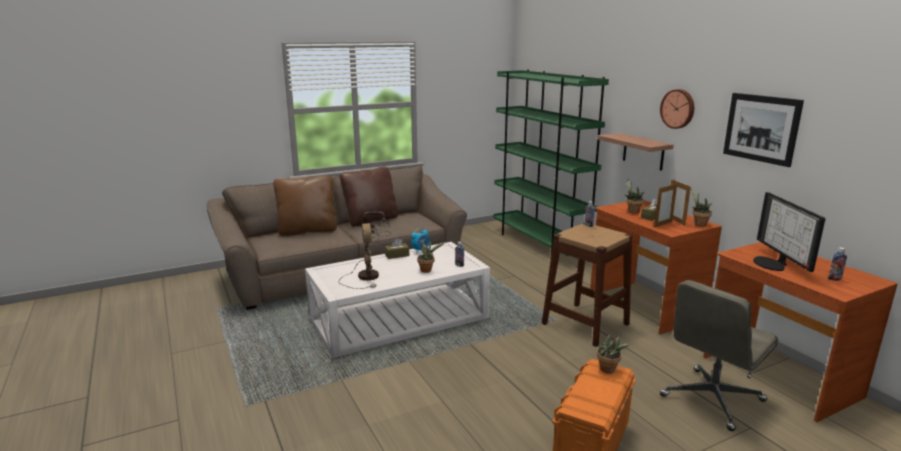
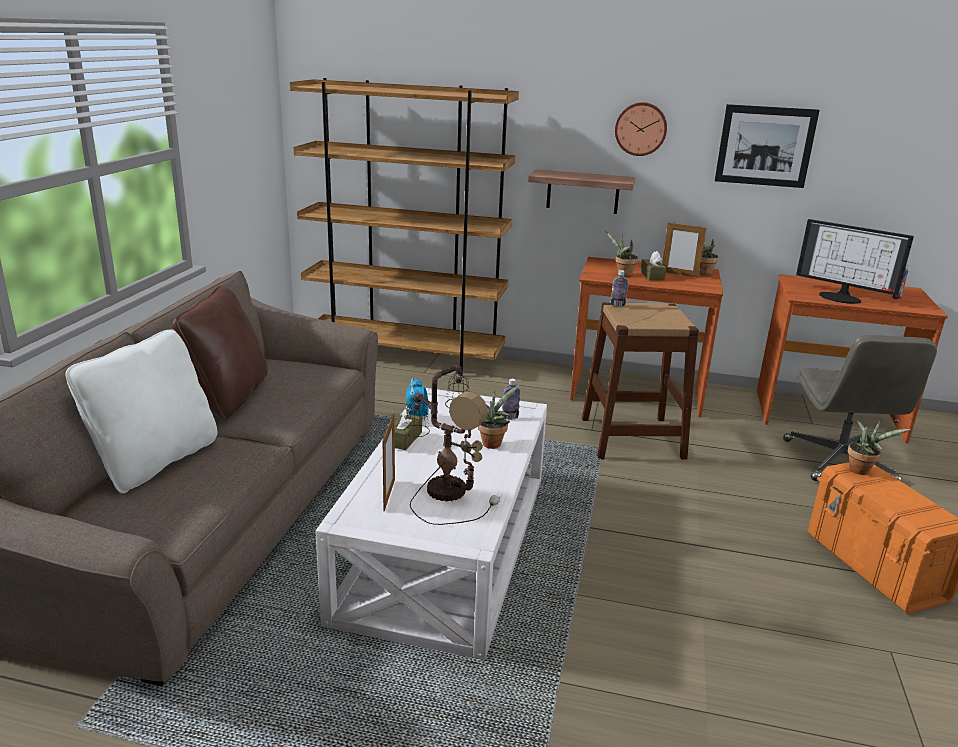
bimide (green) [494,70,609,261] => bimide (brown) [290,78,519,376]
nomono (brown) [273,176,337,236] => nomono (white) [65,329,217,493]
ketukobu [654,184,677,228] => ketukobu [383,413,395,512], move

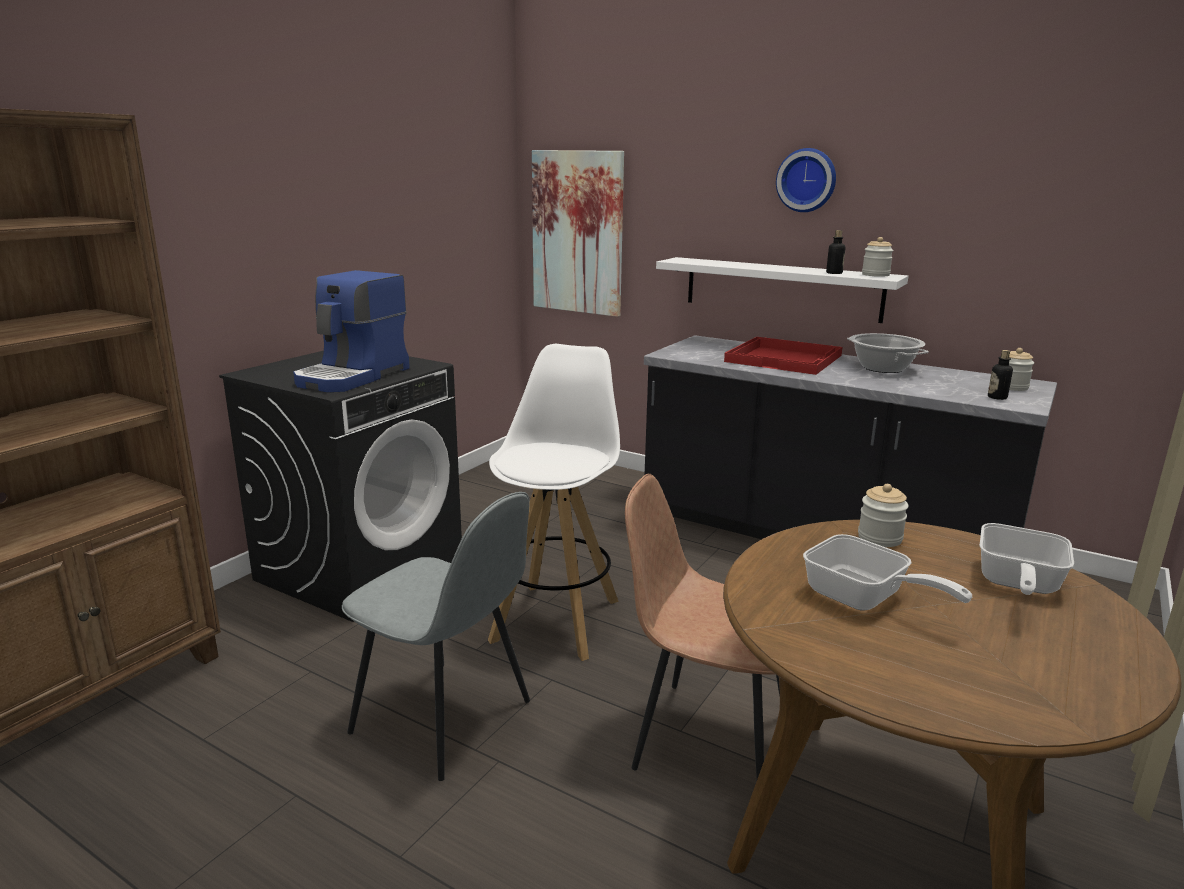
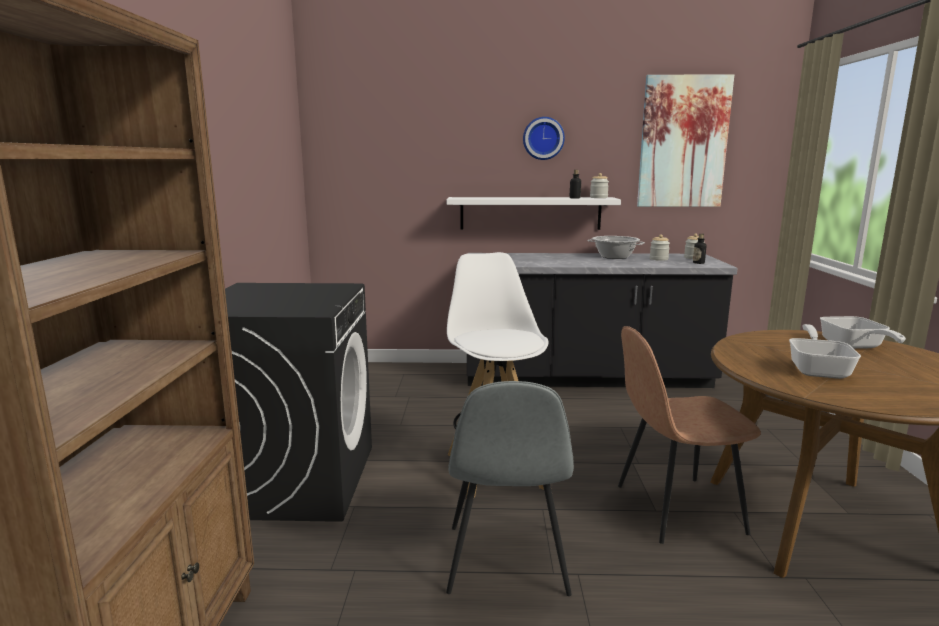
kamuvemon [532,150,624,317] => kamuvemon [637,74,734,207], move
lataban [293,270,410,392] => nothing
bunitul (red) [724,337,842,375] => nothing
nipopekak [858,484,909,547] => nipopekak [650,234,670,261], move
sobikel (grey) [342,492,530,781] => sobikel (grey) [446,381,574,596], 90 degrees clockwise
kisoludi [803,534,972,611] => kisoludi [789,324,861,379], 90 degrees counterclockwise

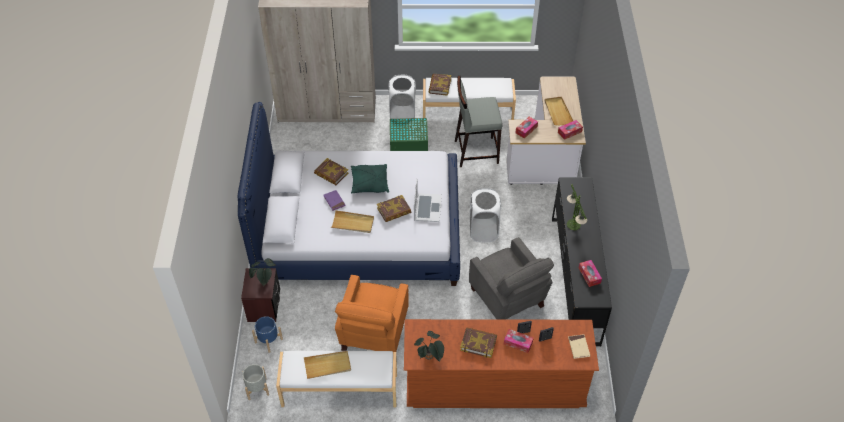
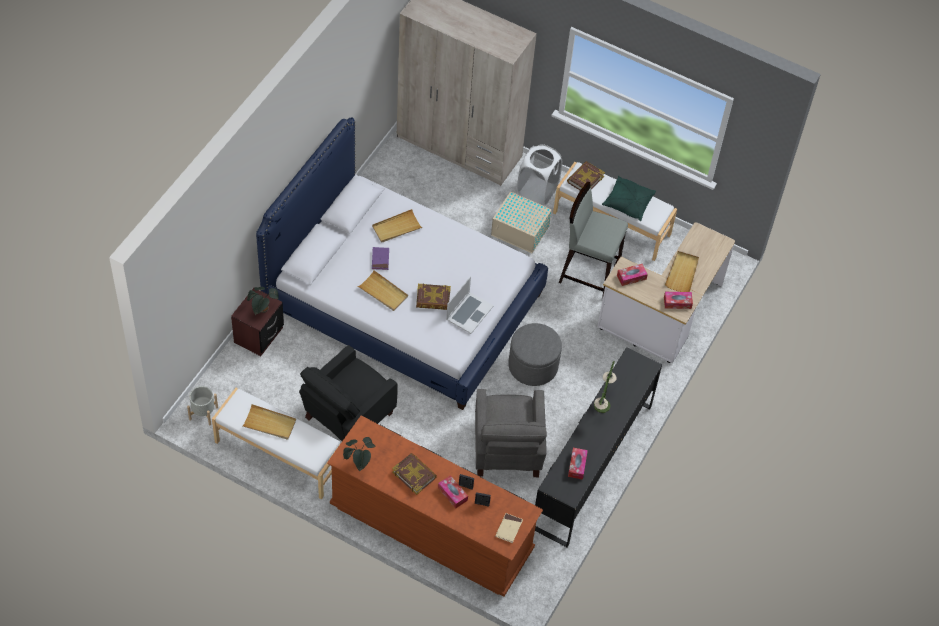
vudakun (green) [390,118,428,151] => vudakun (beige) [491,191,552,253]
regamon [314,158,348,185] => bunitul (beige) [372,209,423,243]
nomono (green) [351,164,389,193] => nomono (green) [602,176,656,221], move
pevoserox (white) [470,188,501,242] => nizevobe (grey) [509,323,562,386]
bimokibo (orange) [335,275,409,352] => bimokibo (black) [299,345,398,441]
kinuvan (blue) [252,316,283,353] => nothing

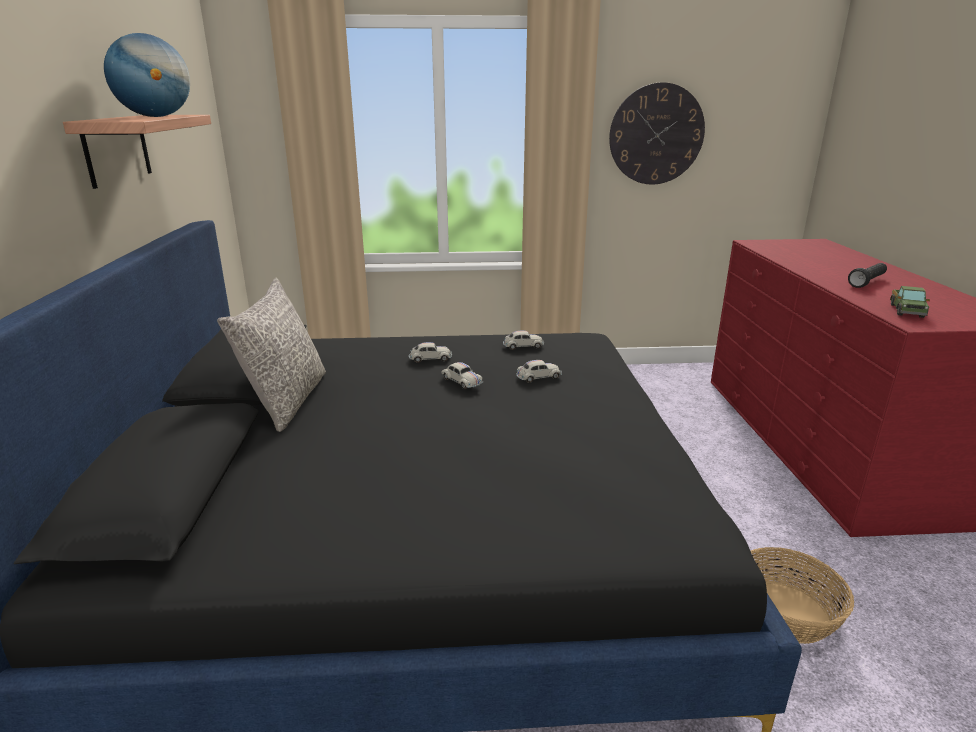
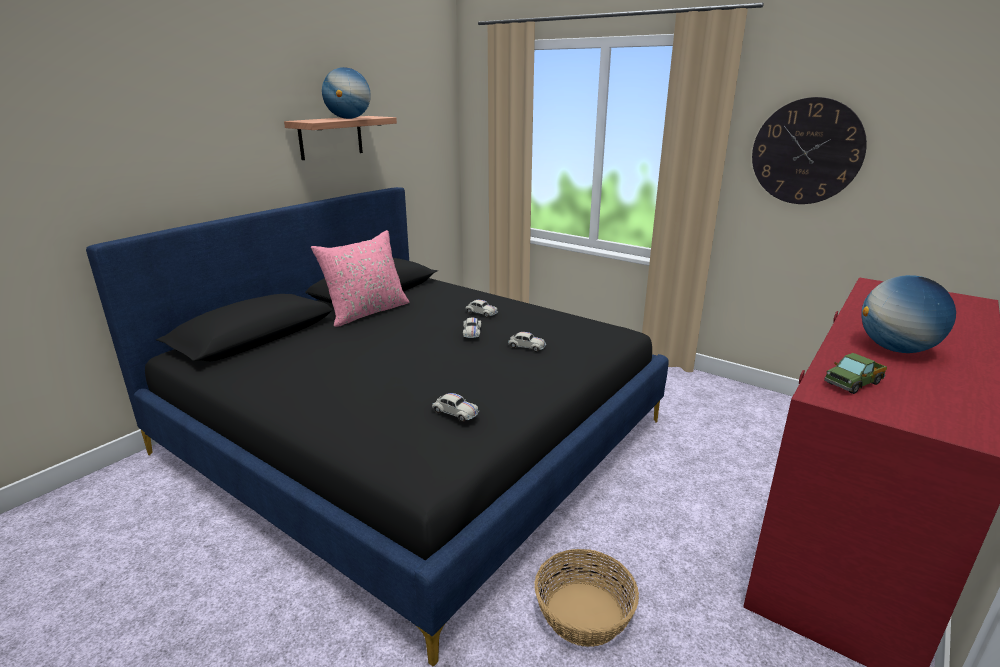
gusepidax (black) [848,263,887,288] => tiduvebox [861,275,956,353]
nomono (grey) [217,278,326,432] => nomono (pink) [311,230,410,327]
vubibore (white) [503,331,544,350] => vubibore (white) [432,393,479,422], move

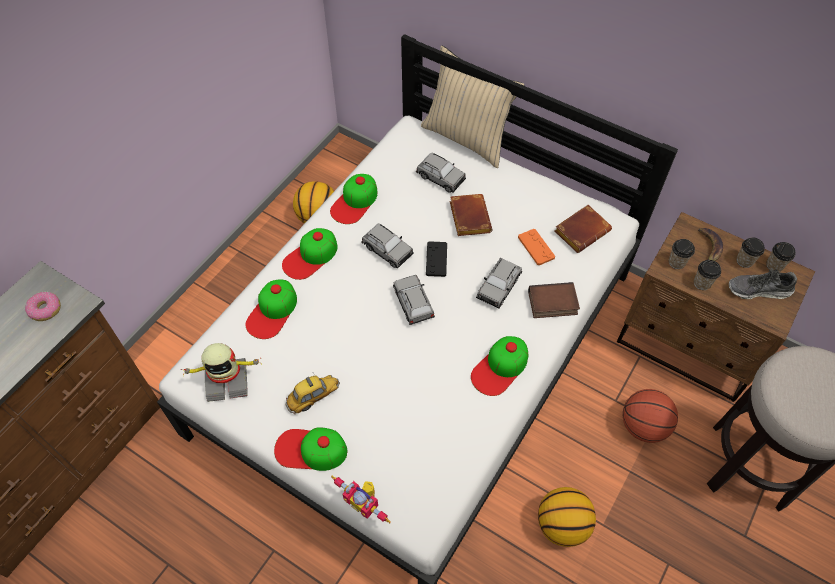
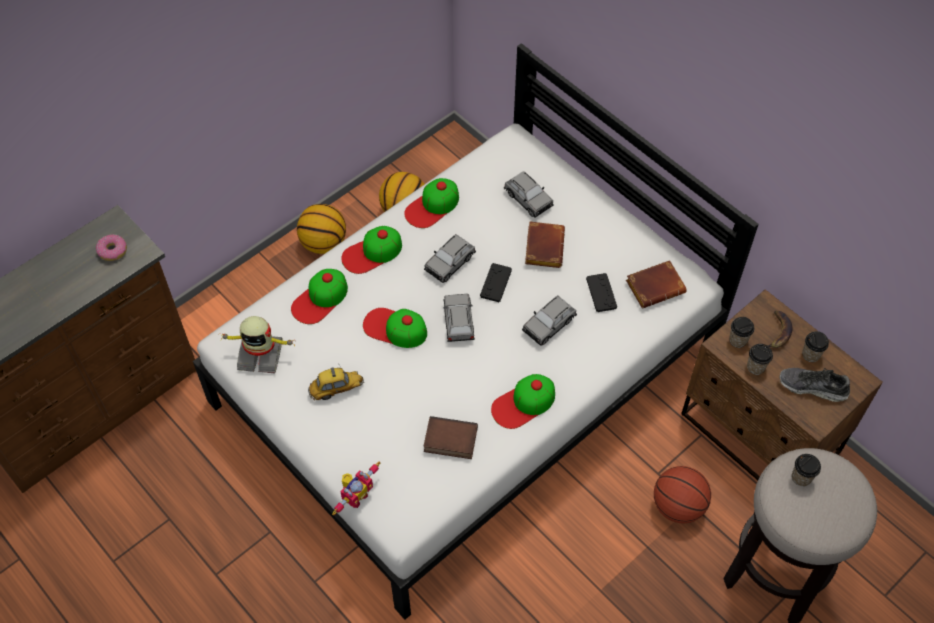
nomono (beige) [421,45,524,168] => nothing
vubibore (grey) [361,223,414,269] => vubibore (grey) [424,234,476,283], 75 degrees clockwise
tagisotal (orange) [518,229,555,265] => tagisotal (black) [586,273,617,312]
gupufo [766,242,796,272] => gupufo [792,454,821,487], move
regamon [528,282,580,318] => regamon [423,416,478,459], move
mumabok [274,427,347,471] => mumabok [363,308,427,348], move
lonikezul [331,476,391,523] => lonikezul [332,461,380,515], 105 degrees counterclockwise
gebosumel [538,487,596,547] => gebosumel [297,204,346,254], move

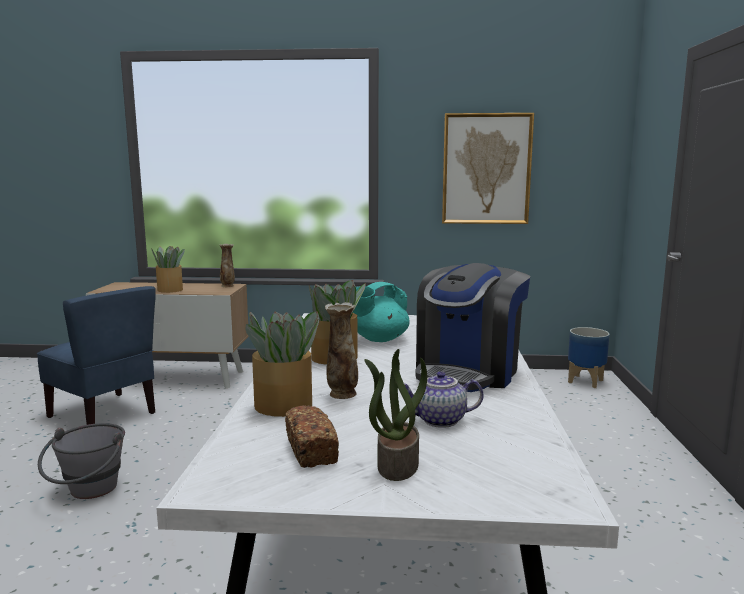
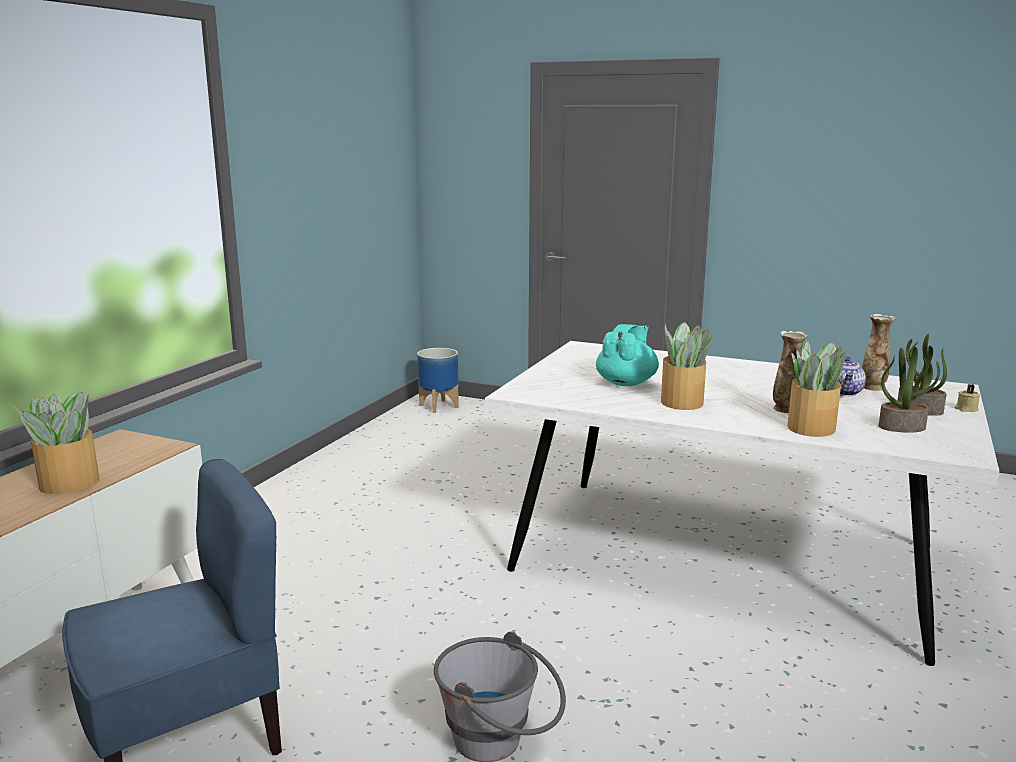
kamuvemon [442,113,534,224] => nothing
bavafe [220,244,235,287] => bavafe [862,314,895,391], move
lataban [416,263,530,392] => nothing
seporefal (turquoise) [353,282,410,342] => seporefal (turquoise) [596,324,659,386], 135 degrees counterclockwise
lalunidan [285,405,339,468] => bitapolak [879,347,940,433]
nothing => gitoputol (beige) [954,384,980,412]

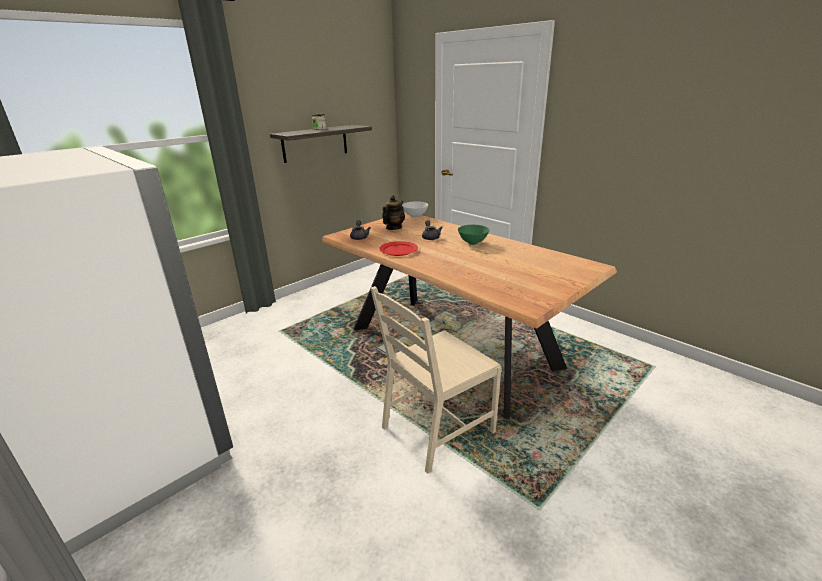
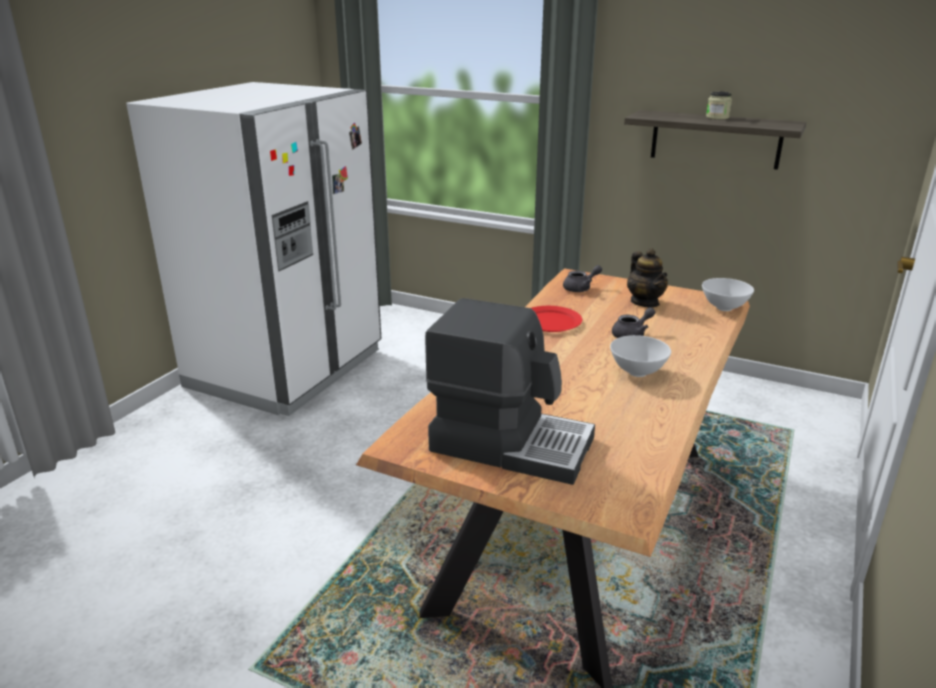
seporefal [382,196,405,230] => seporefal [627,248,668,307], 60 degrees clockwise
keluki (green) [458,225,489,245] => keluki (white) [610,335,671,377]
sobikel (beige) [370,286,502,474] => nothing
nothing => lataban [425,298,595,485]

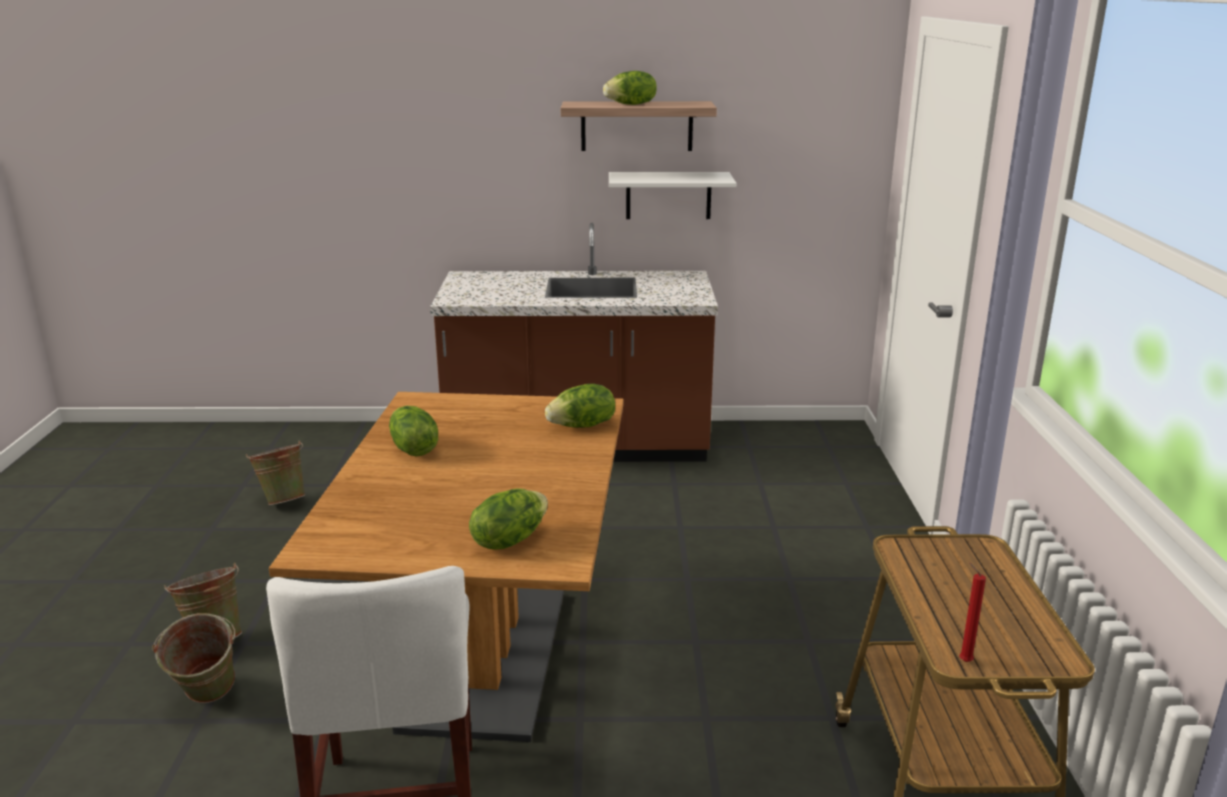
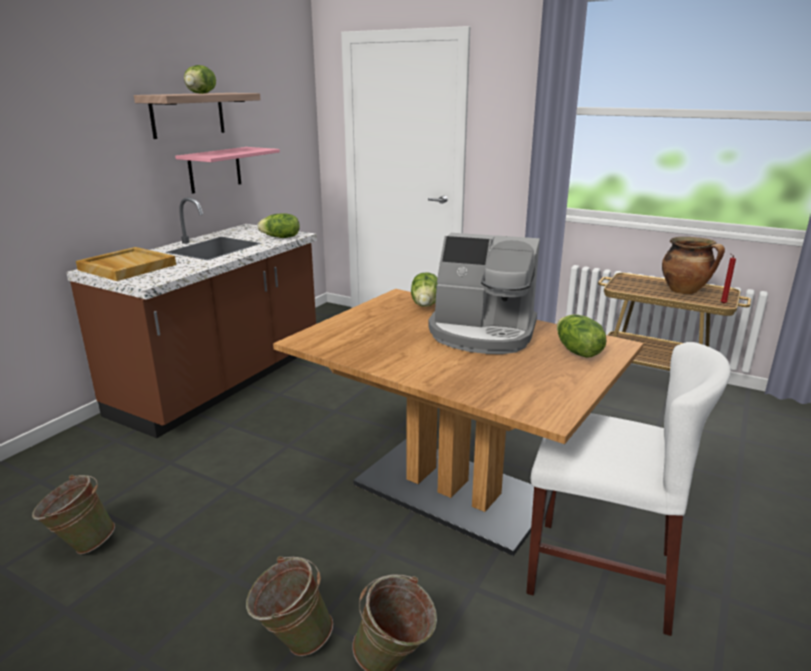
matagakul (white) [609,172,736,219] => matagakul (pink) [175,147,280,194]
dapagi [389,406,438,456] => dapagi [257,213,299,238], move
nothing => lataban [429,233,540,354]
nothing => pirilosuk [662,237,725,294]
nothing => bunitul (beige) [76,247,176,281]

